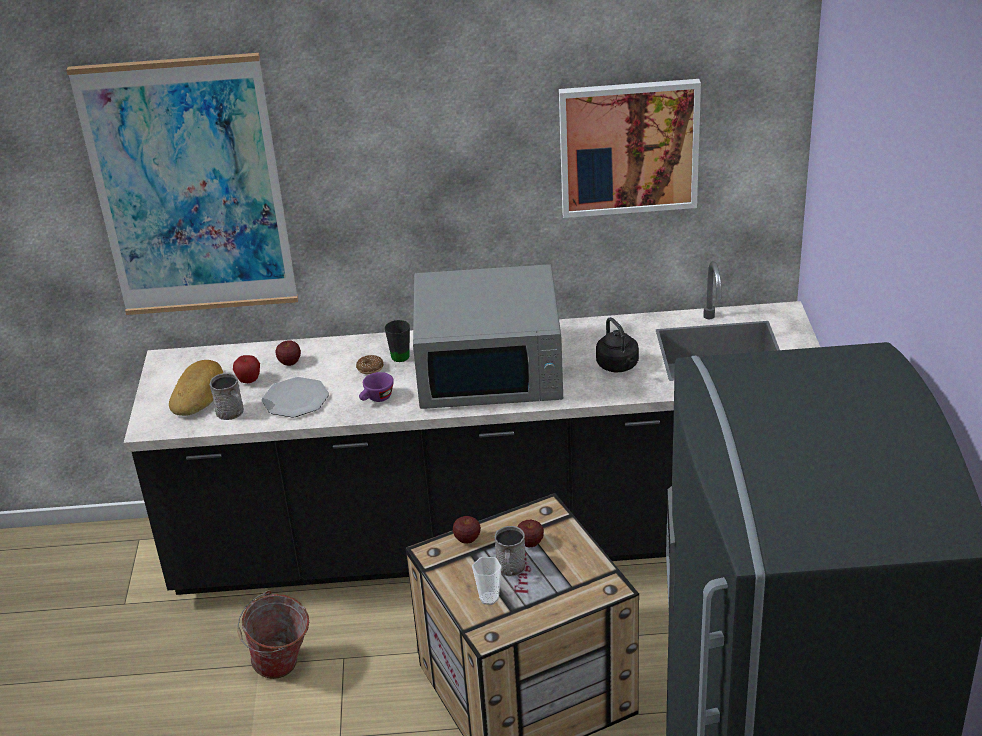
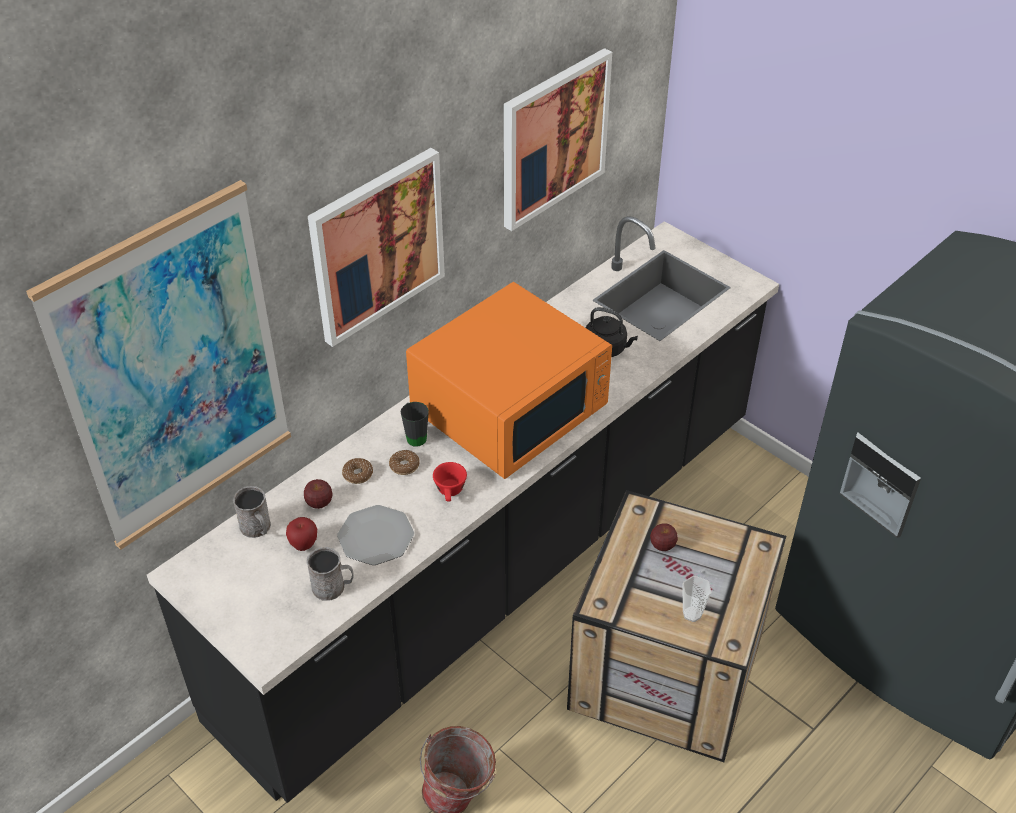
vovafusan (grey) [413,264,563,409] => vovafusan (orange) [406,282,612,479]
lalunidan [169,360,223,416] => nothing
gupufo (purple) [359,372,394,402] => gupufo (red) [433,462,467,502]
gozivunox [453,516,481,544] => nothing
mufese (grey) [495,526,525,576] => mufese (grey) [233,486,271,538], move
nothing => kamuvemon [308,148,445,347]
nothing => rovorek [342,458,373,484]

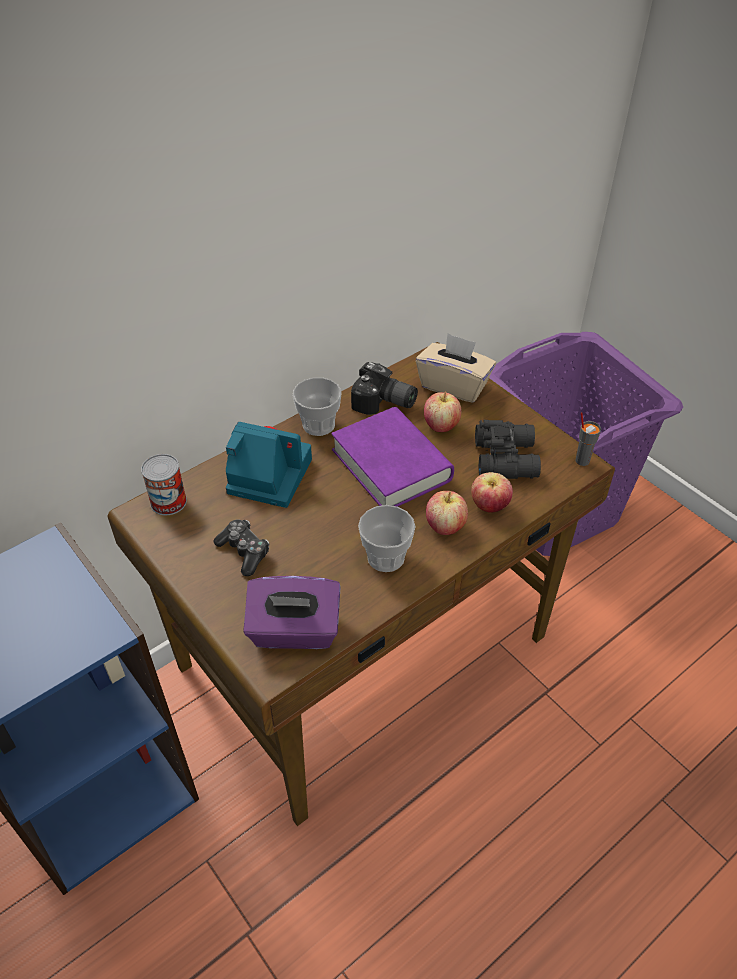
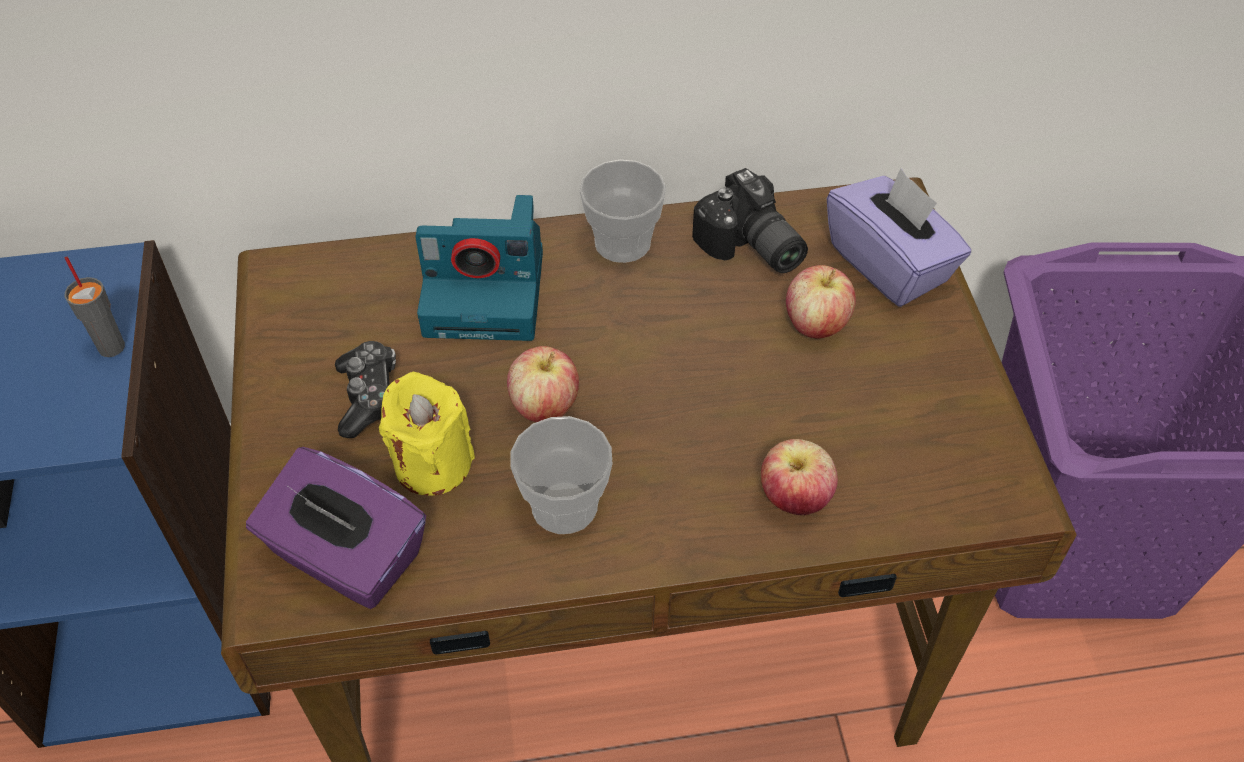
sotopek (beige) [416,333,496,403] => sotopek (purple) [827,168,971,307]
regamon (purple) [331,407,454,506] => nothing
gupufo (grey) [576,412,601,466] => gupufo (grey) [64,256,125,357], move
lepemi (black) [475,420,541,479] => nothing
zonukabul [226,422,312,508] => zonukabul [415,195,543,341], 135 degrees clockwise
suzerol [141,454,187,515] => nothing
gozivunox [426,491,468,535] => gozivunox [507,346,579,422], move
nothing => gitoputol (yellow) [379,372,475,496]

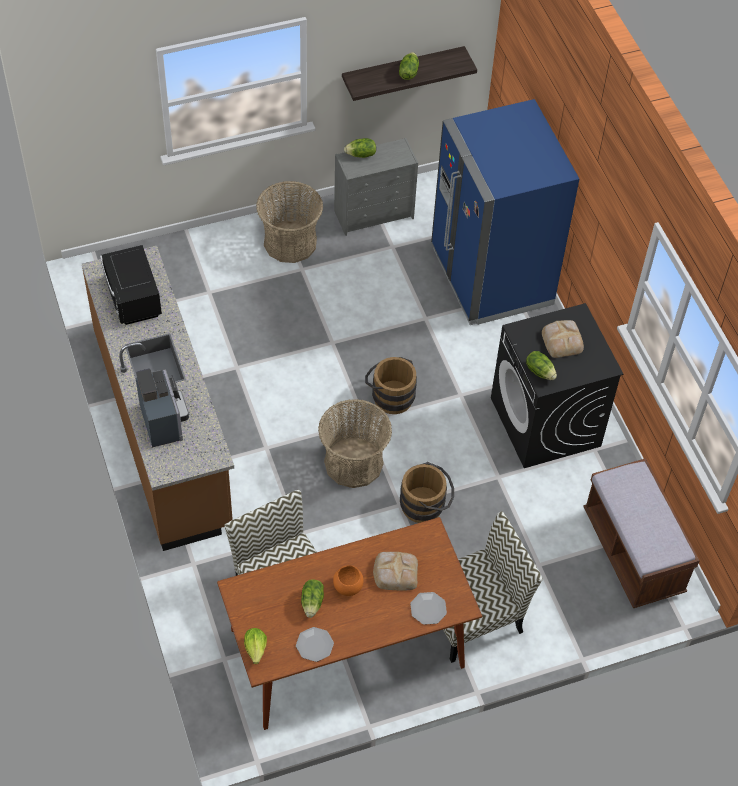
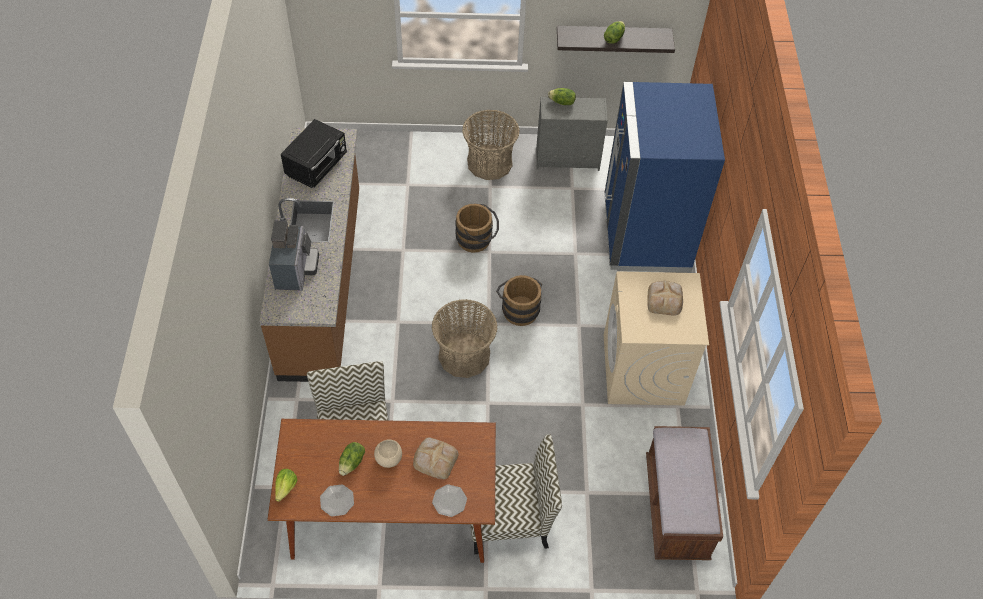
vovafusan (black) [100,245,162,325] => vovafusan (black) [281,119,347,188], 150 degrees counterclockwise
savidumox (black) [491,303,624,468] => savidumox (beige) [604,271,709,405]
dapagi [526,351,557,380] => nothing
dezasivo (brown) [400,462,454,523] => dezasivo (brown) [456,204,499,252], move
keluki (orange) [333,565,364,596] => keluki (beige) [374,440,402,468]

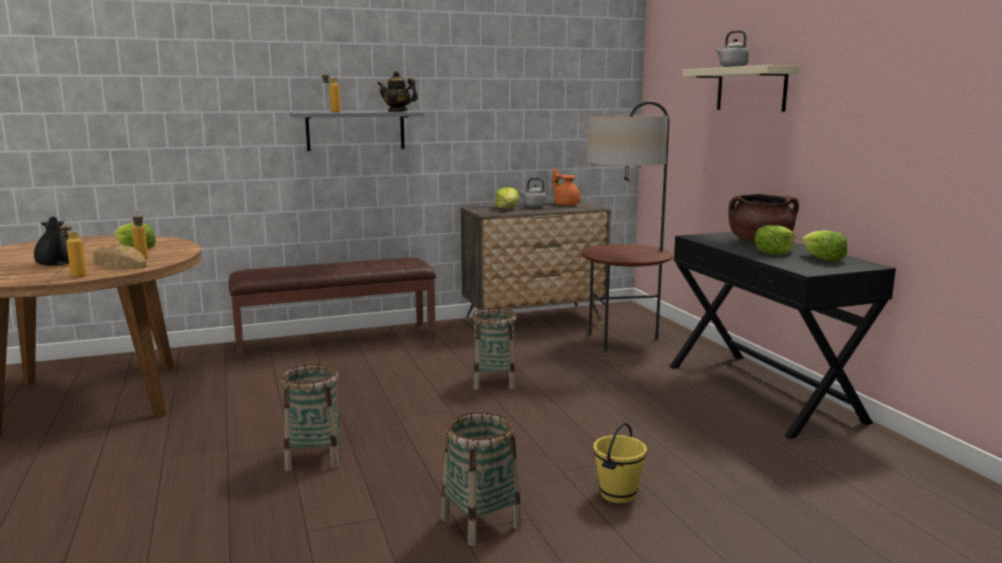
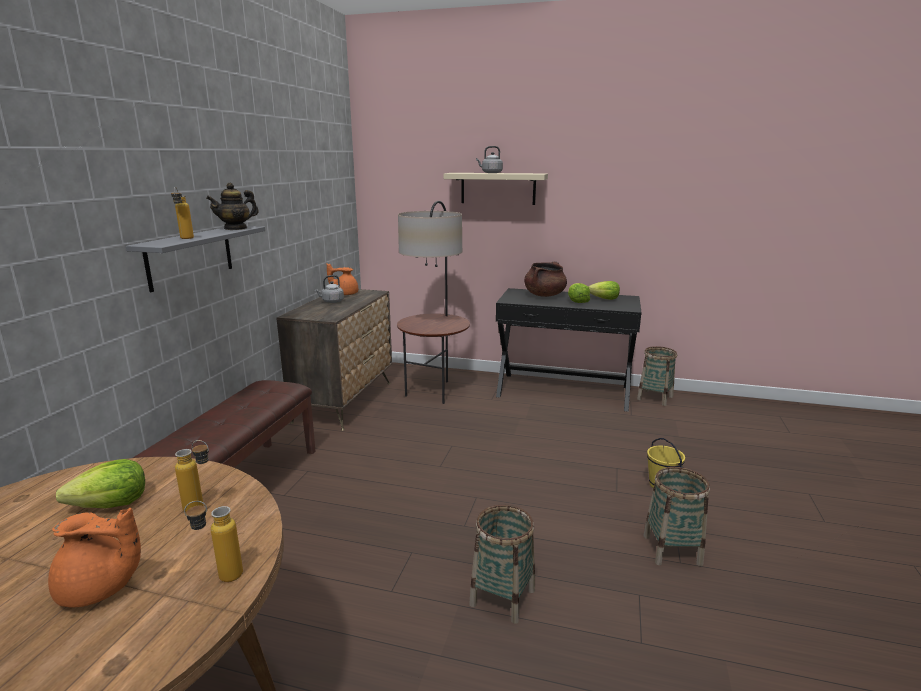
dapagi [495,187,520,209] => nothing
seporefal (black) [34,216,69,266] => seporefal (orange) [48,508,141,608]
lalunidan [93,244,147,269] => nothing
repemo [472,307,517,390] => repemo [637,346,677,406], move

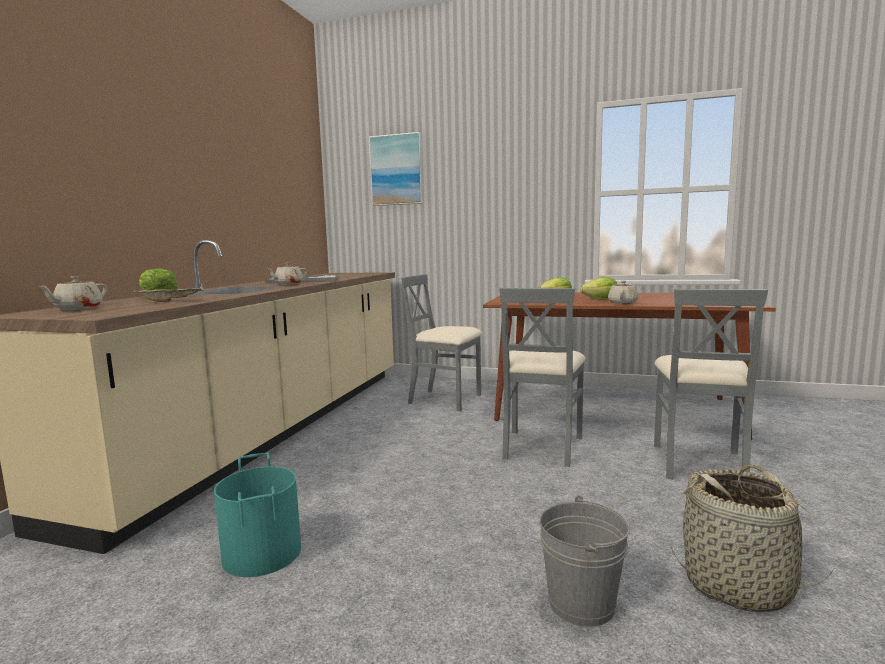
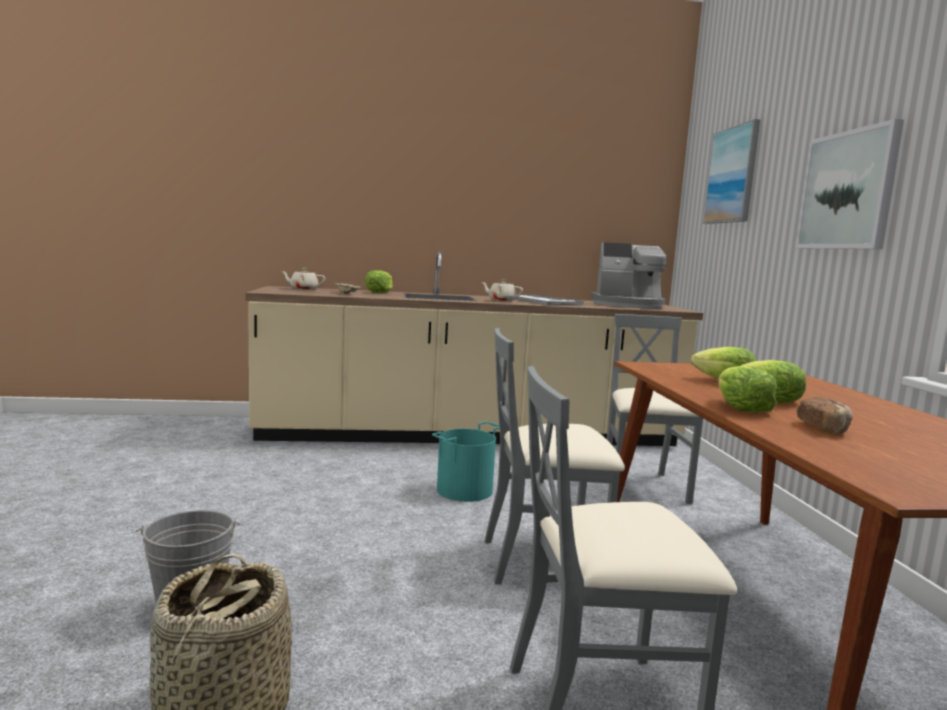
seporefal (beige) [608,281,638,304] => dapagi [718,366,777,413]
dezasivo (turquoise) [214,452,301,577] => dezasivo (turquoise) [432,421,499,502], move
nothing => kamuvemon [795,119,904,249]
nothing => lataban [591,242,667,309]
nothing => lalunidan [797,397,853,434]

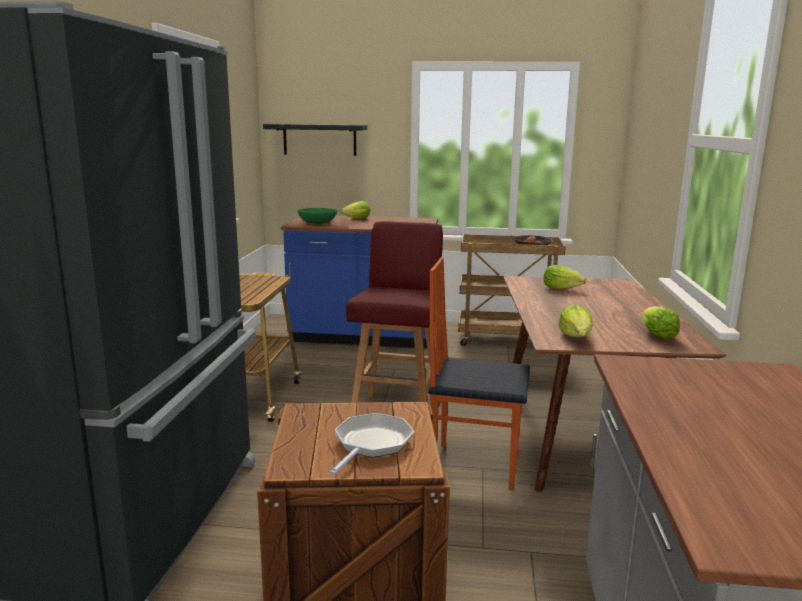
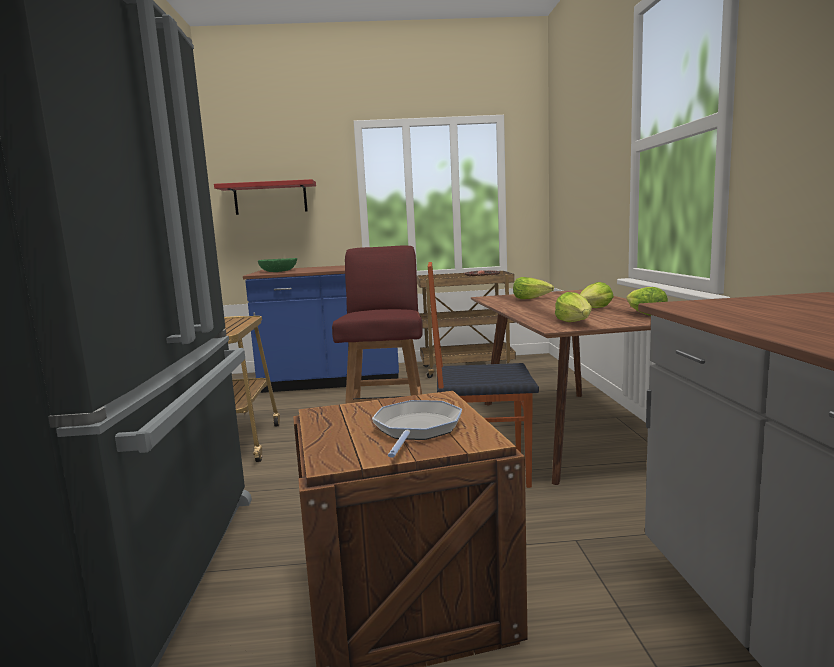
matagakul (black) [263,124,367,156] => matagakul (red) [214,179,316,215]
dapagi [341,201,370,219] => dapagi [580,282,614,308], move

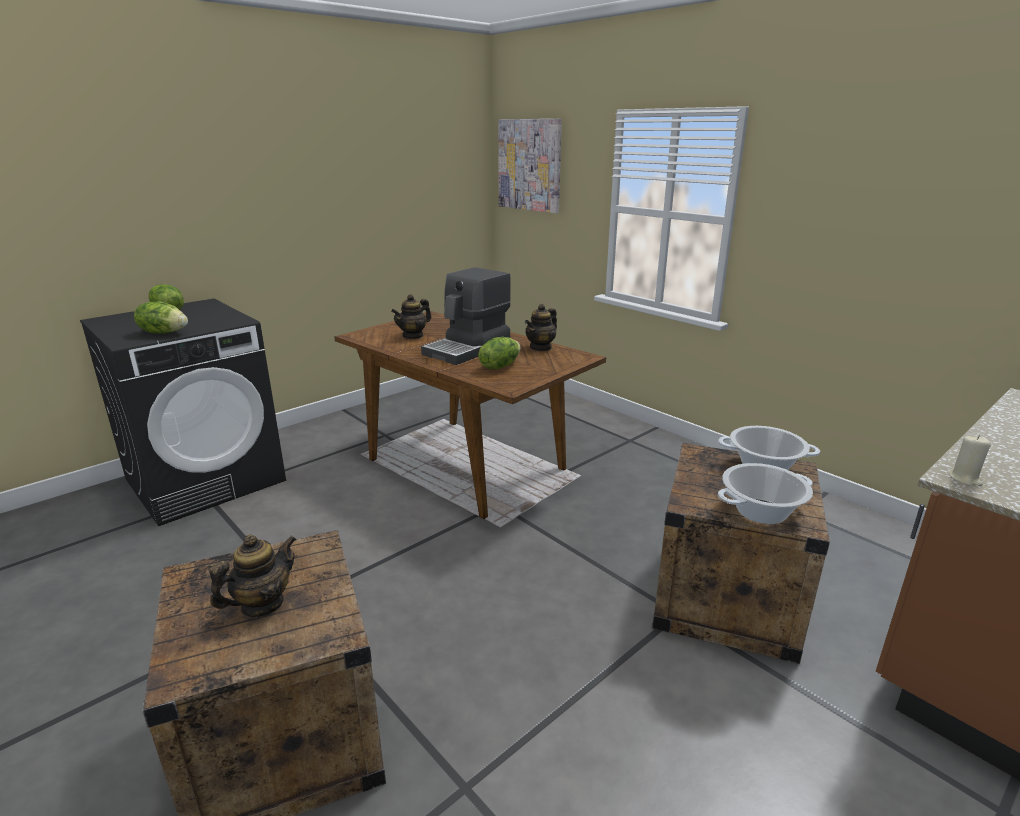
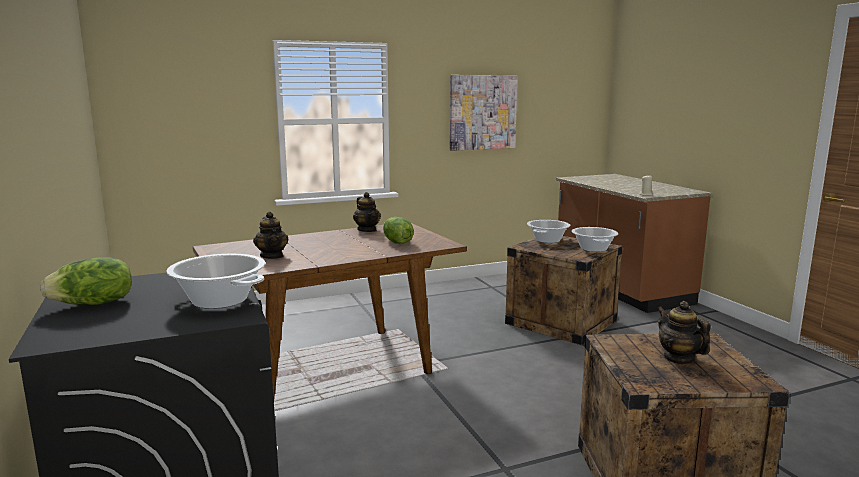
kamuvemon [498,119,562,213] => kamuvemon [450,75,518,151], move
lataban [421,267,511,365] => nothing
dapagi [134,301,188,334] => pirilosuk [166,254,265,309]

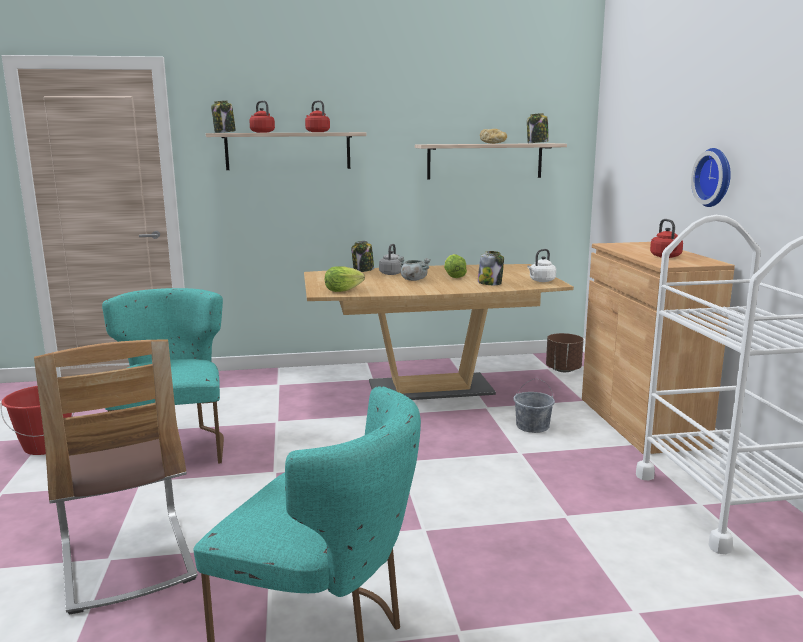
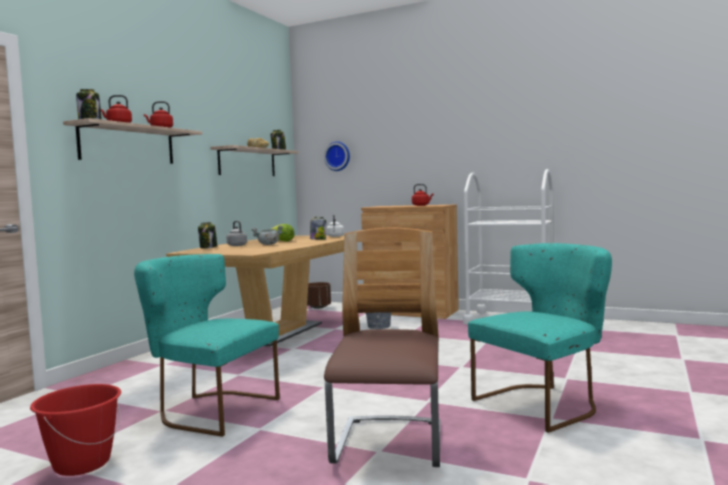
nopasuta [691,148,731,207] => nopasuta [324,141,350,171], move
dapagi [325,266,365,292] => nothing
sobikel [34,339,198,615] => sobikel [324,228,441,467], 90 degrees counterclockwise

